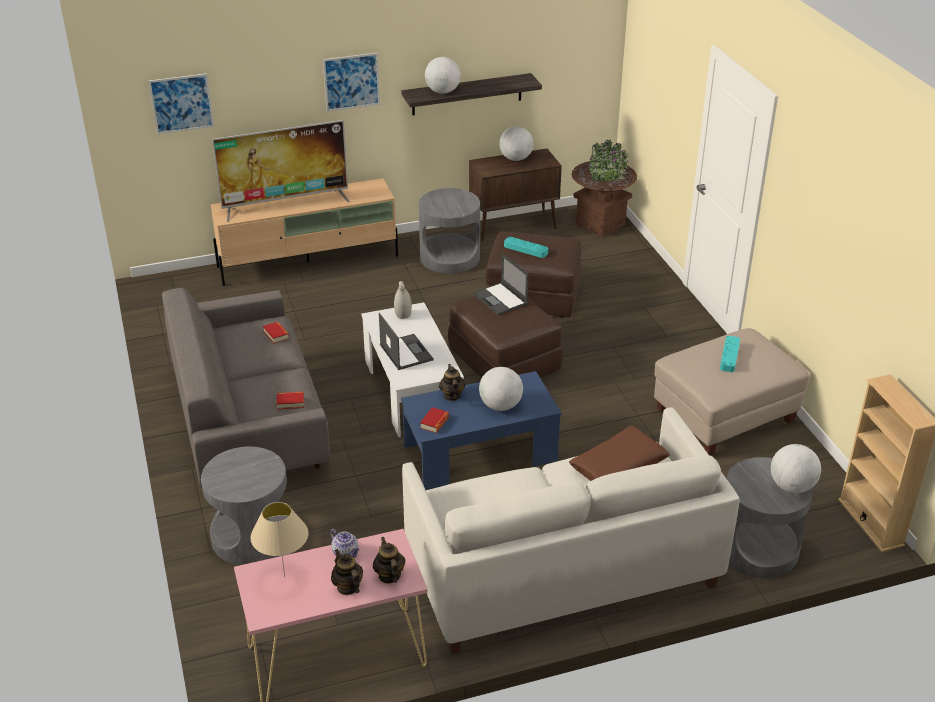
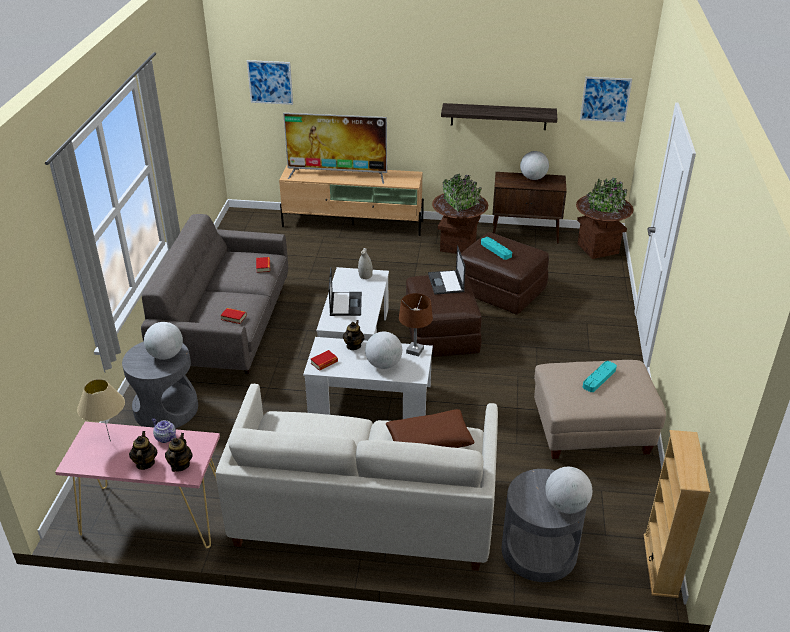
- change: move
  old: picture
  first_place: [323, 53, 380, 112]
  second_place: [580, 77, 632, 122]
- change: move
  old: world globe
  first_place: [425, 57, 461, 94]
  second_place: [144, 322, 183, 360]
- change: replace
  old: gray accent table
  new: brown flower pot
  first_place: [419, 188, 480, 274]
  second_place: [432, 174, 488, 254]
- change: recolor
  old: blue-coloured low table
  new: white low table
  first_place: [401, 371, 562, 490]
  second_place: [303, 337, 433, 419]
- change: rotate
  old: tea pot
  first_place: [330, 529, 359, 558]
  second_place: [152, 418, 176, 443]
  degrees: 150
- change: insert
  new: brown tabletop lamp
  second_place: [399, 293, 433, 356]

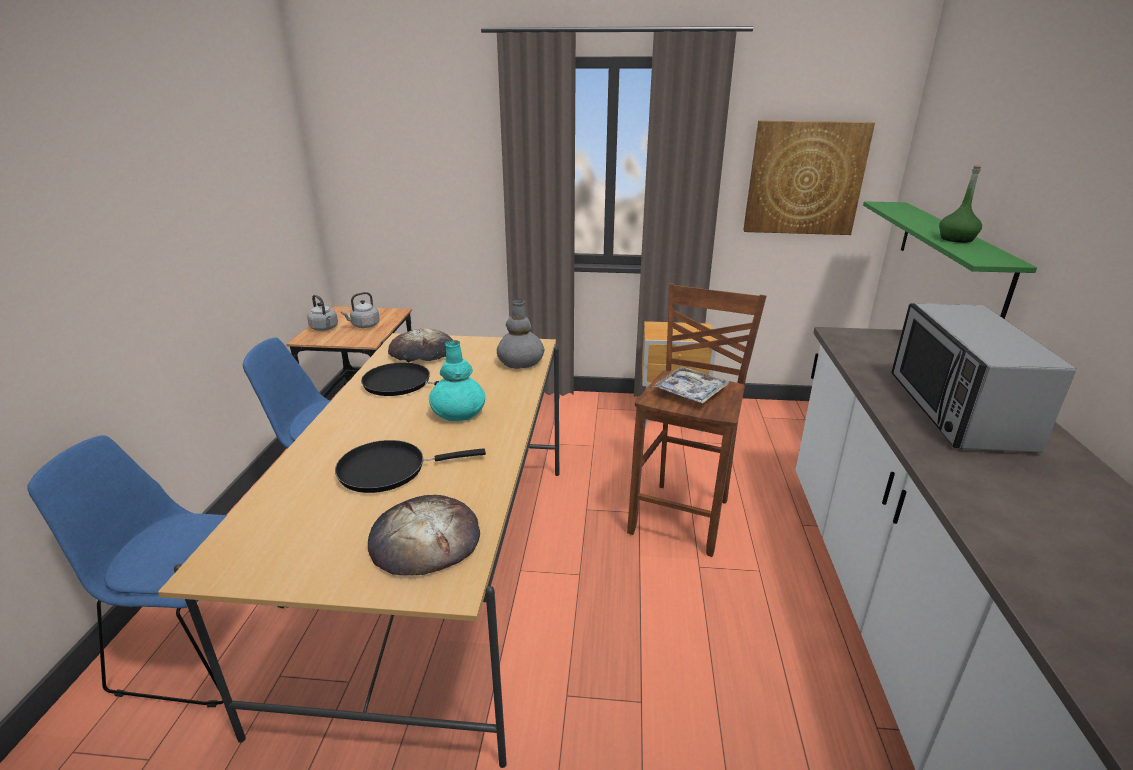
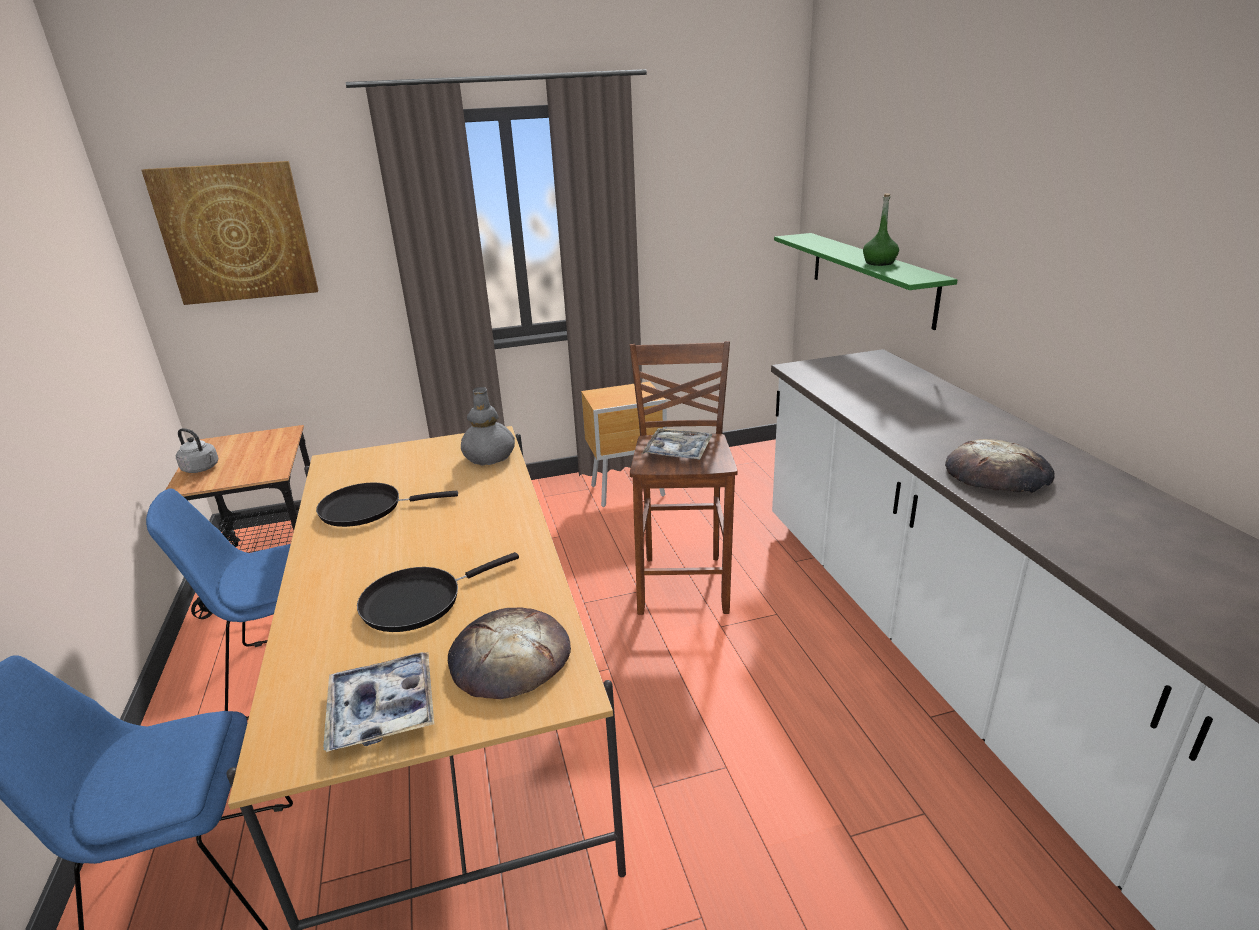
- change: move
  old: picture
  first_place: [743, 120, 875, 235]
  second_place: [141, 161, 319, 305]
- change: delete
  old: gray water kettle
  first_place: [341, 292, 380, 328]
- change: delete
  old: microwave oven
  first_place: [891, 303, 1076, 453]
- change: move
  old: baked bread
  first_place: [388, 328, 453, 362]
  second_place: [945, 439, 1055, 493]
- change: delete
  old: turquoise flower vase
  first_place: [429, 340, 485, 421]
- change: insert
  new: carrying tray
  second_place: [323, 652, 434, 752]

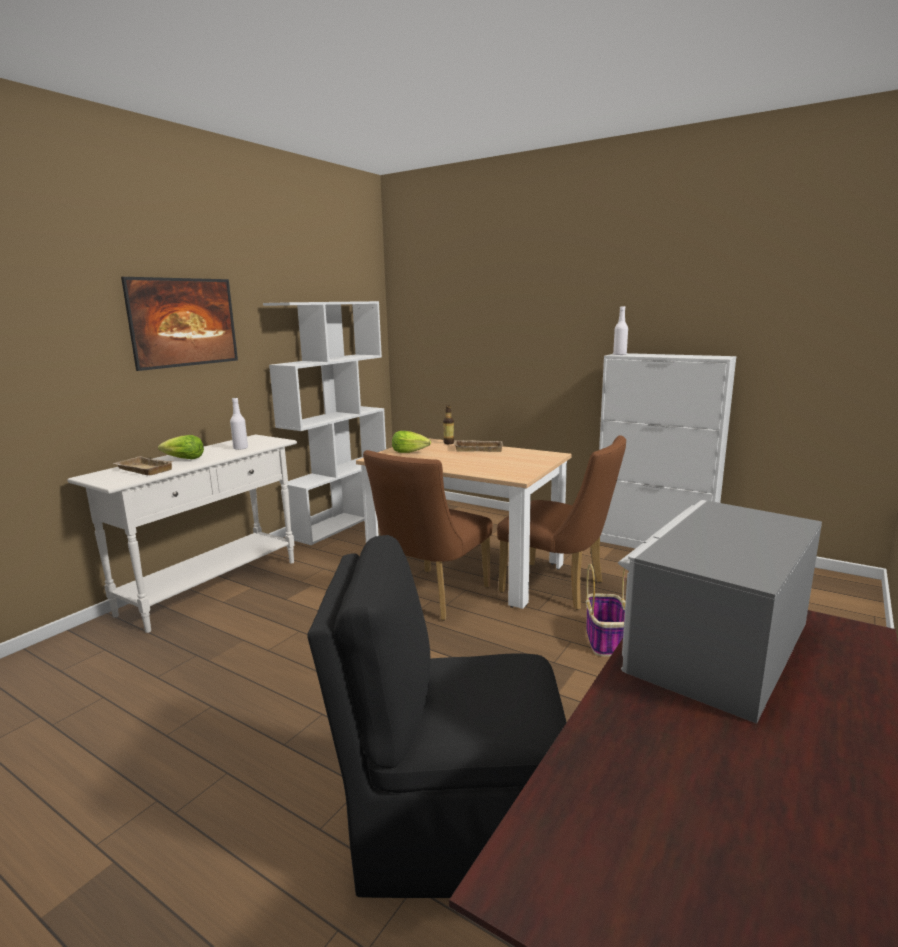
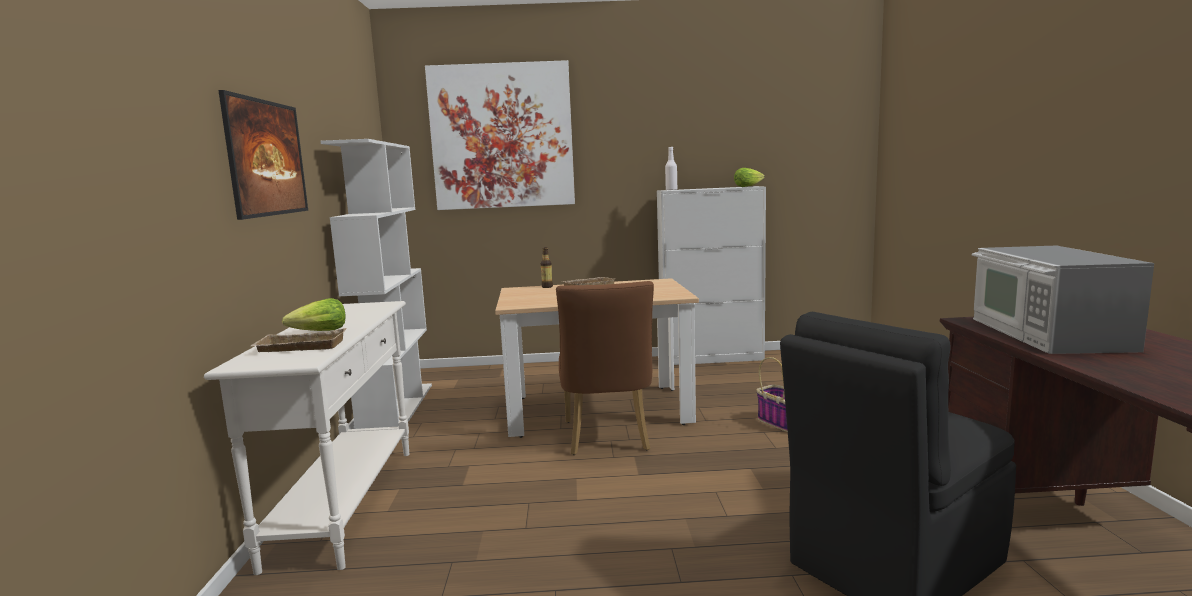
- change: delete
  old: white bottle
  first_place: [230, 398, 248, 450]
- change: move
  old: head of lettuce
  first_place: [392, 431, 431, 453]
  second_place: [734, 168, 765, 187]
- change: delete
  old: brown plain chair
  first_place: [497, 435, 626, 610]
- change: insert
  new: picture
  second_place: [425, 60, 575, 210]

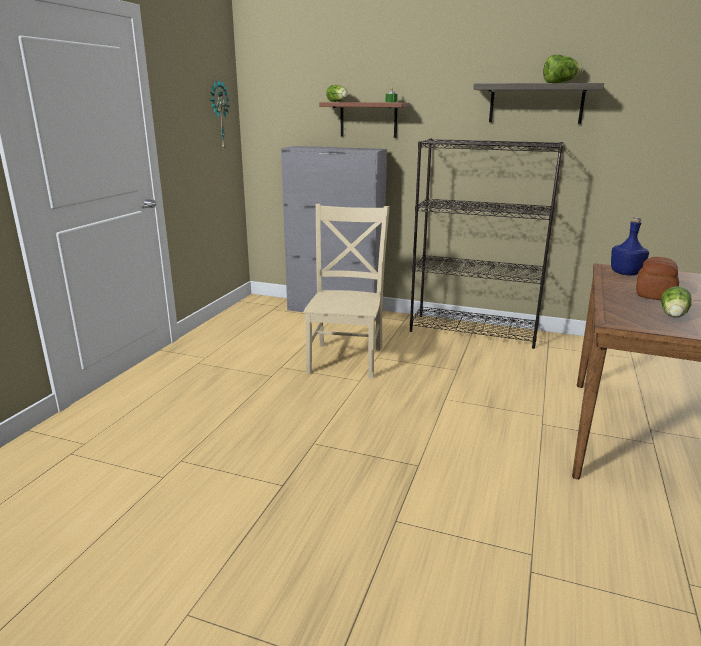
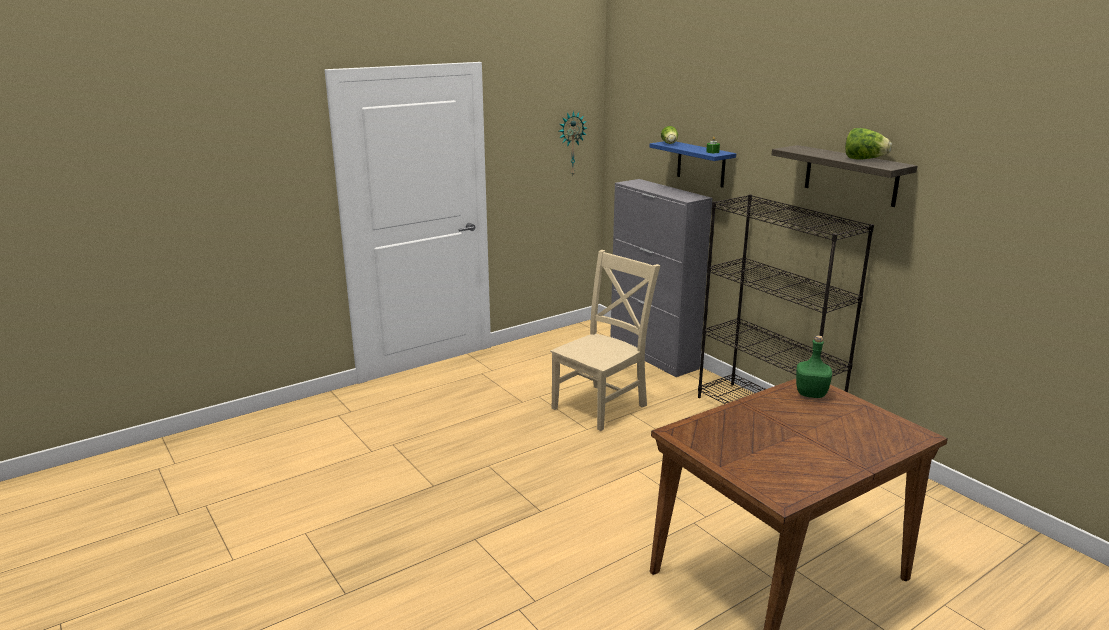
- change: recolor
  old: brown shelf
  new: blue-coloured shelf
  first_place: [319, 102, 410, 138]
  second_place: [650, 142, 736, 188]
- change: recolor
  old: blue-coloured bottle
  new: green-coloured bottle
  first_place: [611, 217, 649, 275]
  second_place: [796, 335, 832, 398]
- change: delete
  old: baked bread
  first_place: [636, 257, 679, 300]
- change: delete
  old: head of lettuce
  first_place: [661, 286, 692, 317]

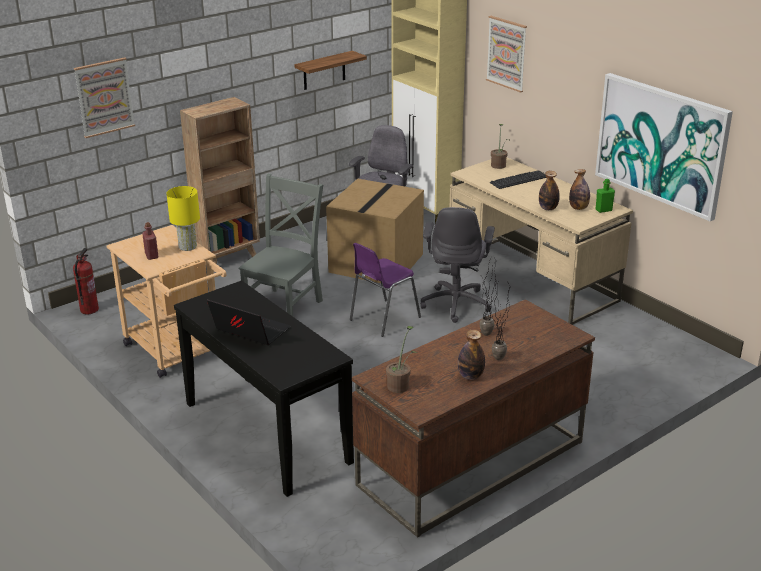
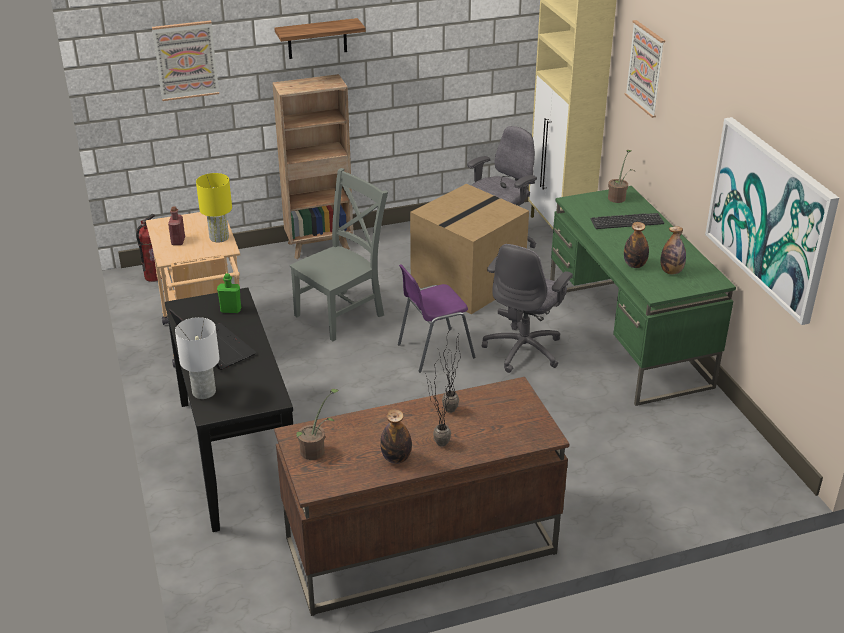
- change: move
  old: shelf
  first_place: [294, 51, 367, 90]
  second_place: [274, 18, 366, 59]
- change: recolor
  old: sand-coloured desk
  new: green-coloured desk
  first_place: [450, 157, 633, 325]
  second_place: [550, 186, 736, 406]
- change: move
  old: green-coloured bottle
  first_place: [595, 179, 615, 213]
  second_place: [217, 273, 241, 313]
- change: insert
  new: white tabletop lamp
  second_place: [175, 317, 220, 399]

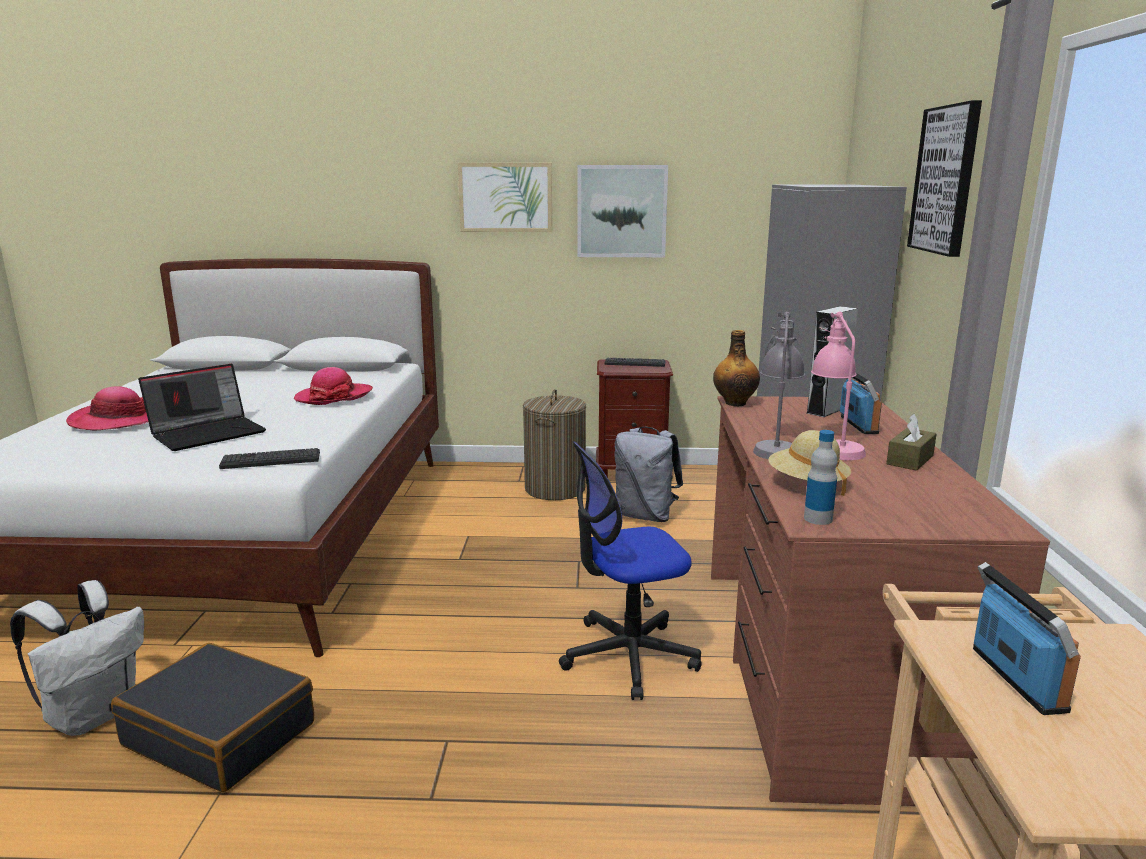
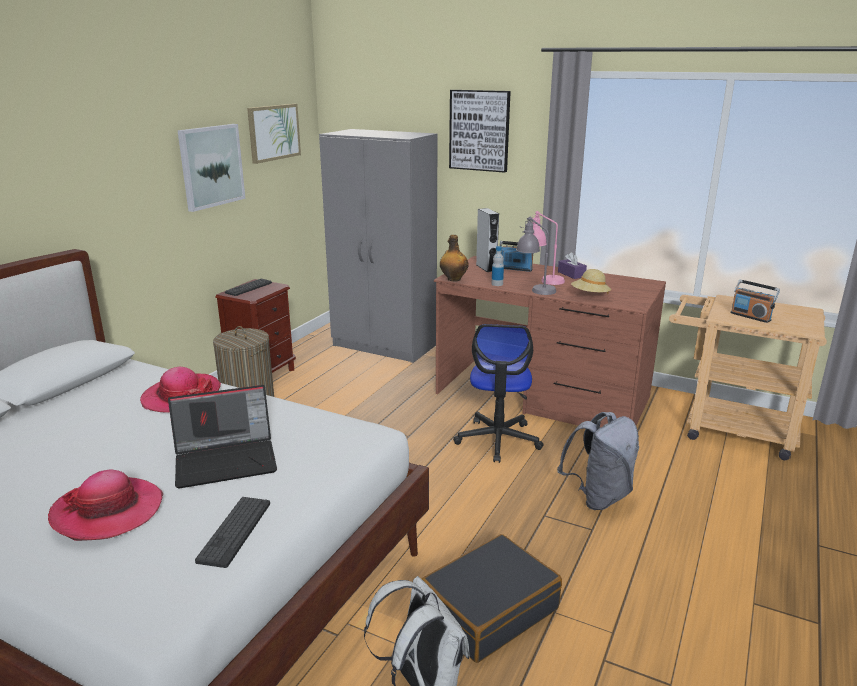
- change: move
  old: picture
  first_place: [458, 163, 552, 232]
  second_place: [247, 104, 301, 164]
- change: rotate
  old: laptop
  first_place: [138, 364, 266, 451]
  second_place: [168, 385, 277, 489]
  degrees: 90
- change: recolor
  old: brown tissue box
  new: purple-coloured tissue box
  first_place: [886, 414, 937, 471]
  second_place: [558, 252, 587, 279]
- change: move
  old: gray backpack
  first_place: [614, 427, 683, 522]
  second_place: [557, 412, 639, 510]
- change: move
  old: bottle
  first_place: [804, 430, 838, 525]
  second_place: [492, 246, 504, 286]
- change: move
  old: keyboard
  first_place: [219, 448, 320, 469]
  second_place: [195, 497, 270, 568]
- change: rotate
  old: radio set
  first_place: [973, 562, 1081, 715]
  second_place: [731, 280, 780, 323]
  degrees: -150

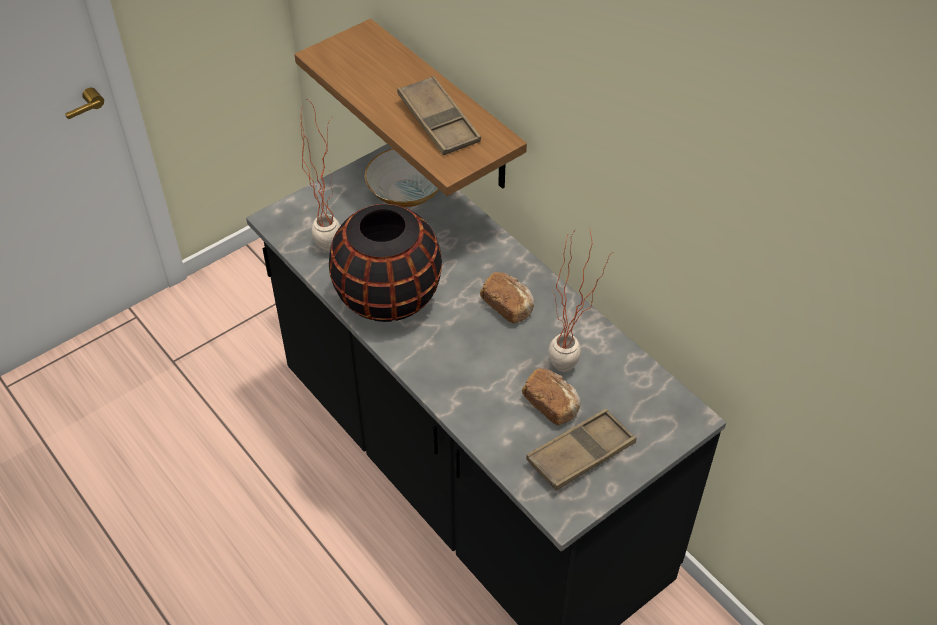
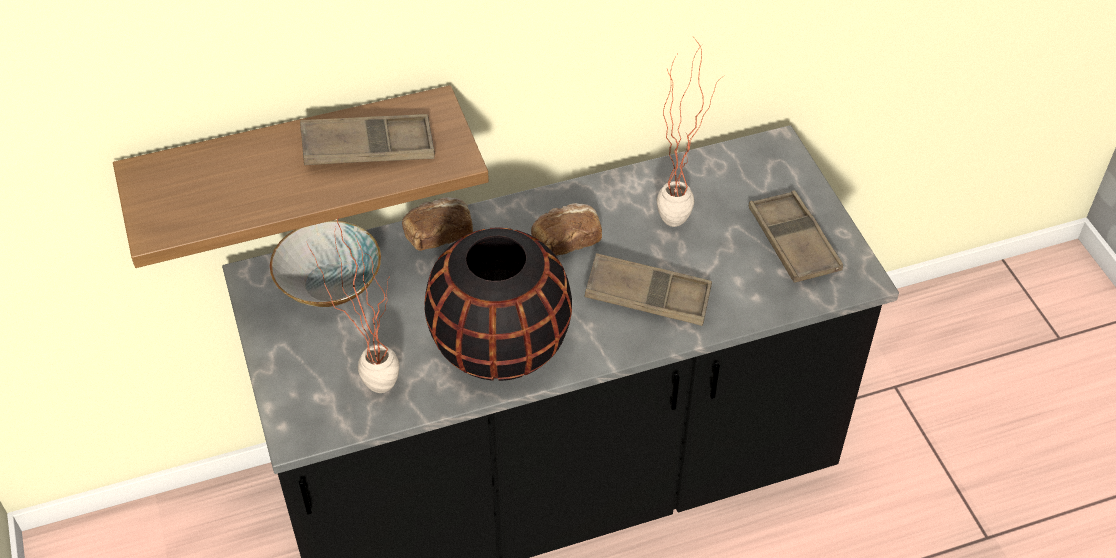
- change: move
  old: baked bread
  first_place: [522, 368, 580, 425]
  second_place: [402, 197, 473, 251]
- change: insert
  new: brown carrying tray
  second_place: [585, 253, 712, 326]

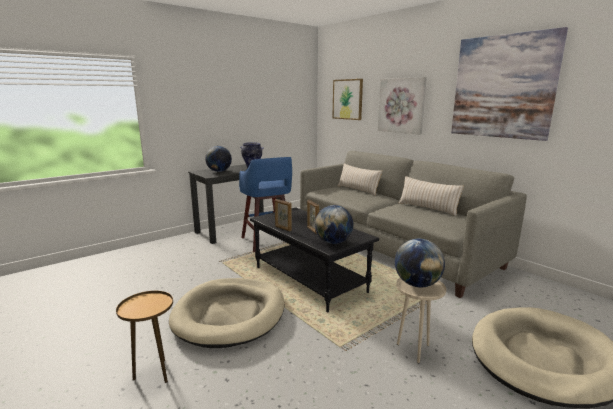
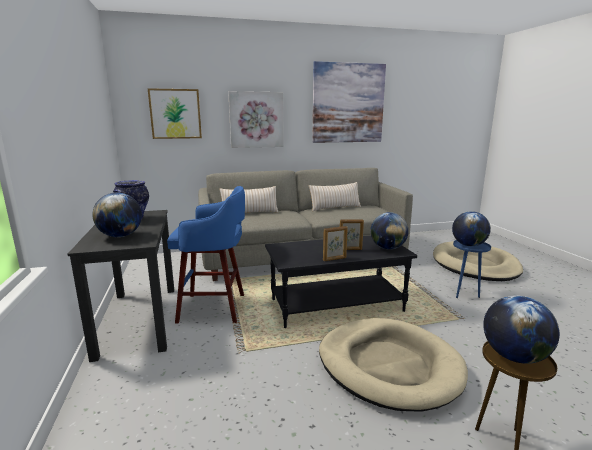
- change: recolor
  old: sand-coloured accent table
  new: blue-coloured accent table
  first_place: [396, 278, 446, 363]
  second_place: [453, 240, 491, 298]
- change: insert
  new: world globe
  second_place: [483, 296, 560, 364]

